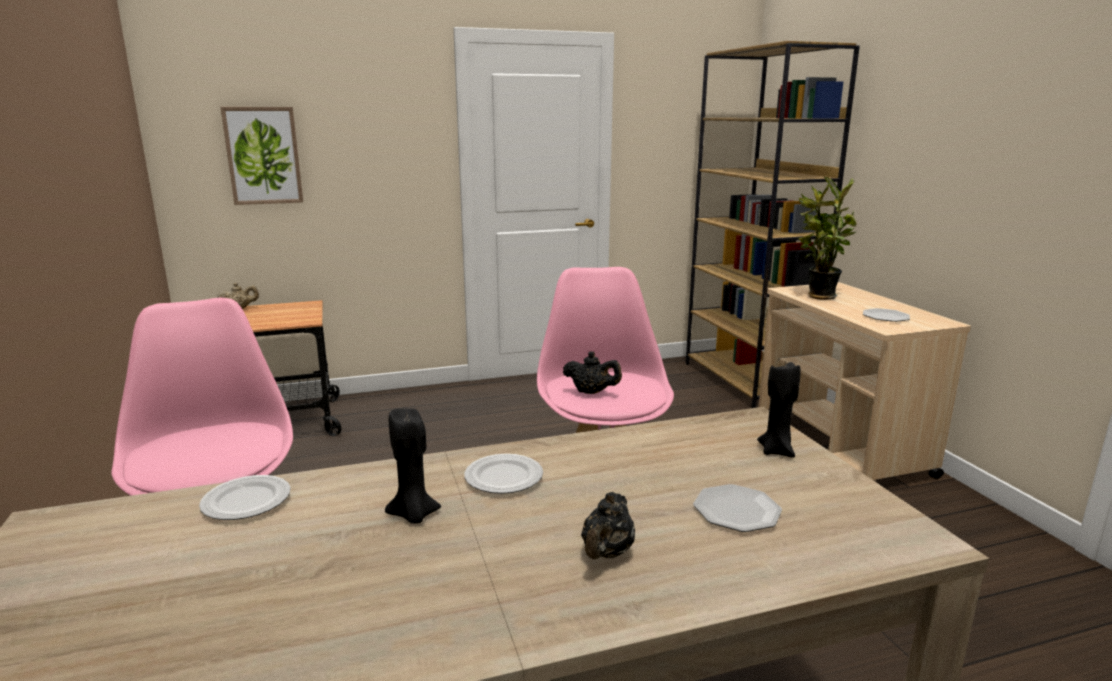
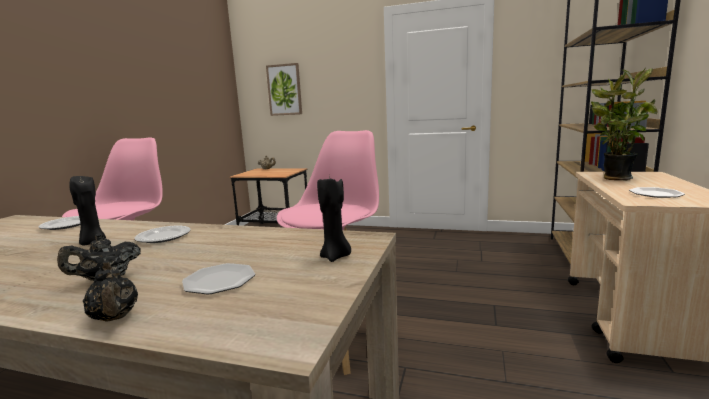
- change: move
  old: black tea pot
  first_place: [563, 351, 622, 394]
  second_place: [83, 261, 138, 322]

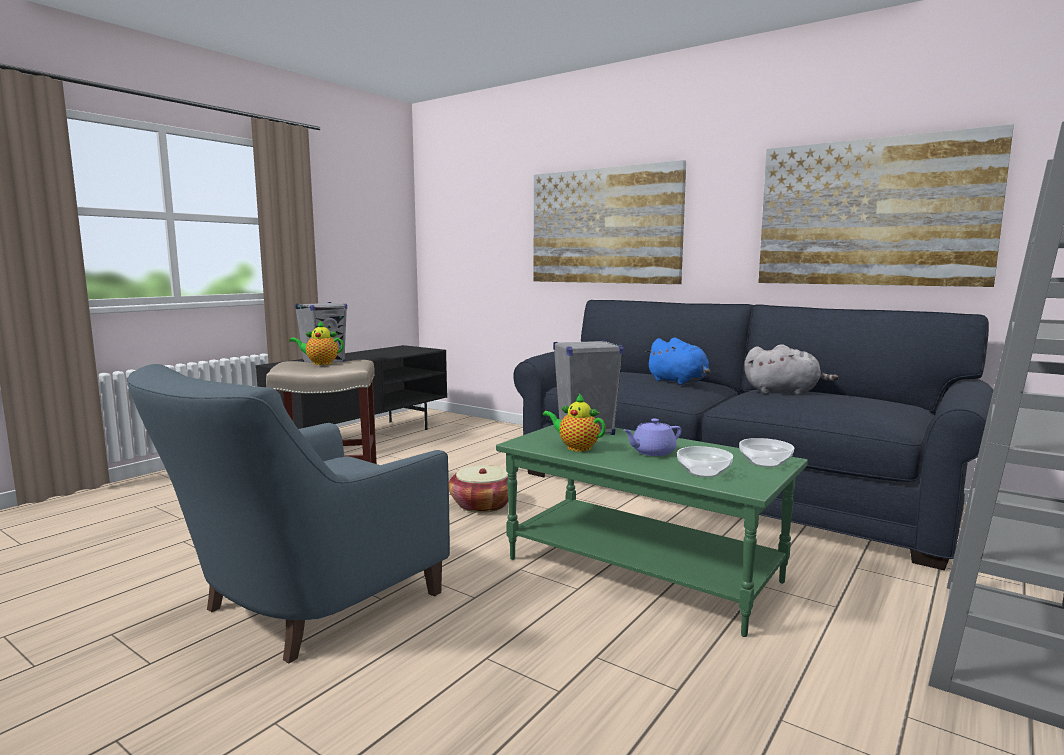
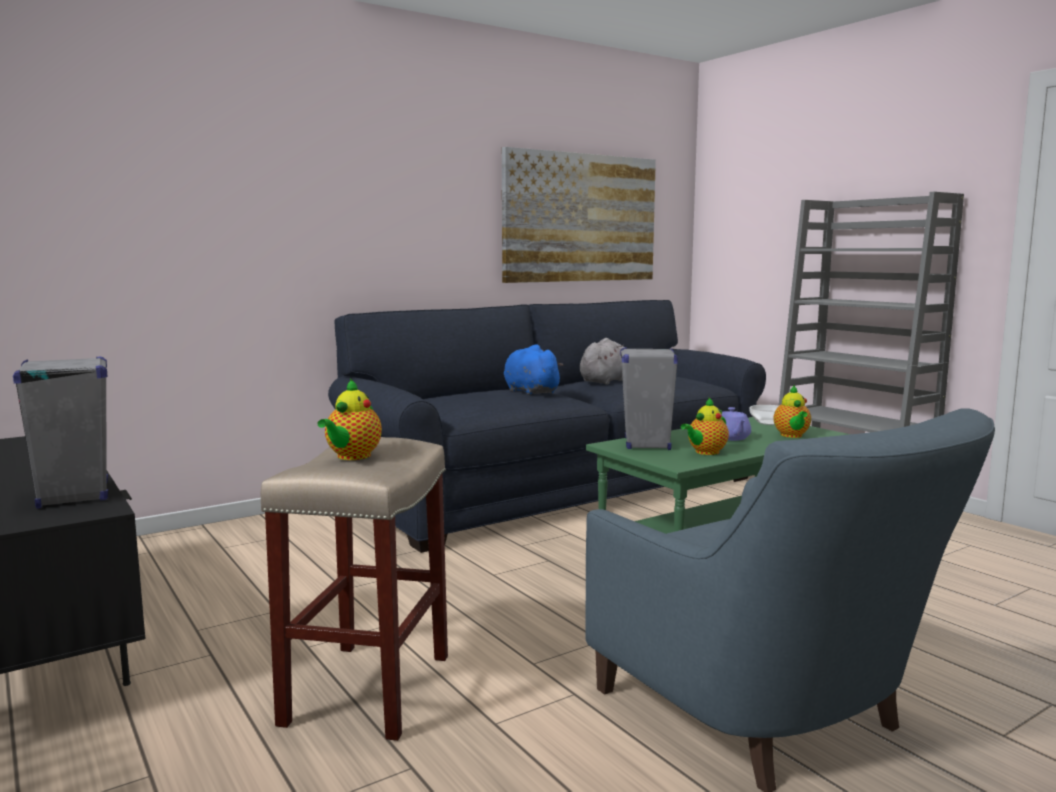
- change: delete
  old: picture
  first_place: [534, 160, 686, 284]
- change: rotate
  old: blue-coloured soft toy
  first_place: [646, 337, 710, 385]
  second_place: [504, 344, 564, 395]
  degrees: -105
- change: replace
  old: bowl
  new: tea pot
  first_place: [677, 446, 733, 477]
  second_place: [774, 385, 811, 438]
- change: delete
  old: basket
  first_place: [449, 465, 508, 513]

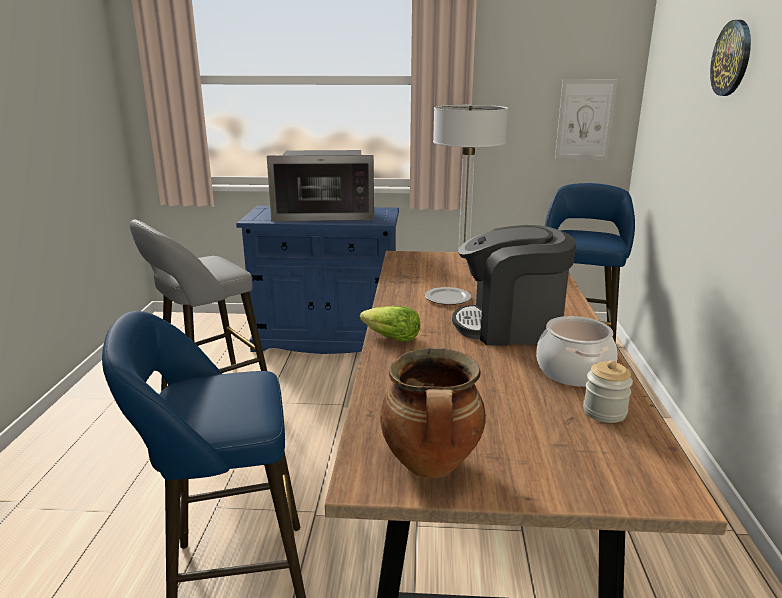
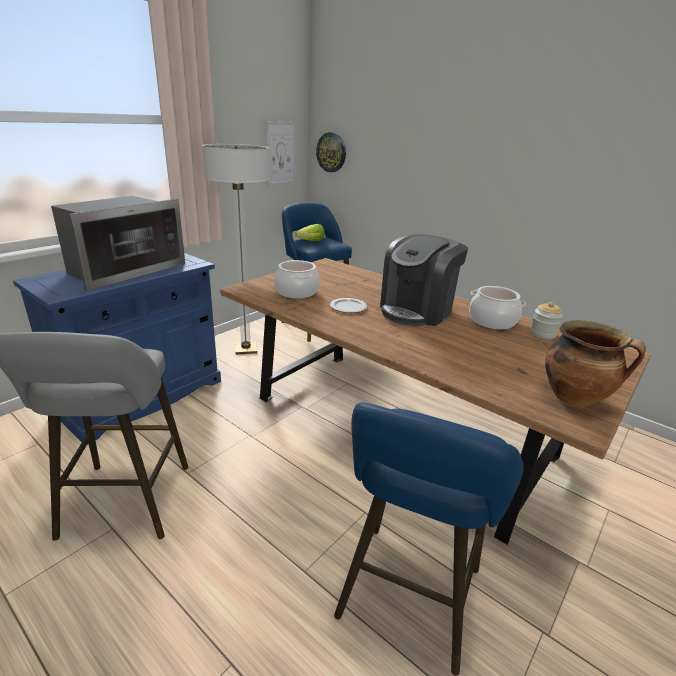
- change: move
  old: hanging clock
  first_place: [710, 20, 751, 96]
  second_place: [316, 132, 346, 172]
- change: move
  old: head of lettuce
  first_place: [360, 306, 420, 342]
  second_place: [295, 224, 325, 241]
- change: insert
  new: stockpot
  second_place: [274, 260, 320, 298]

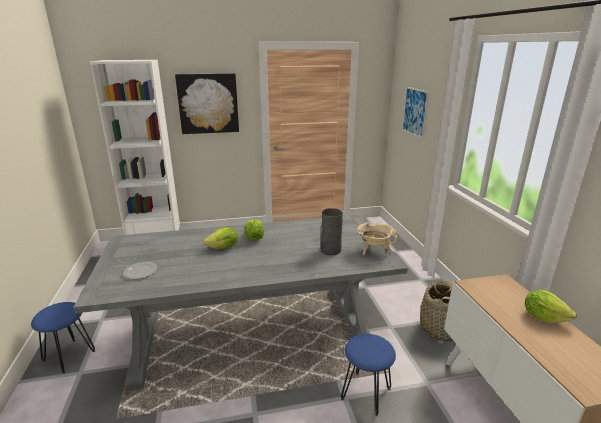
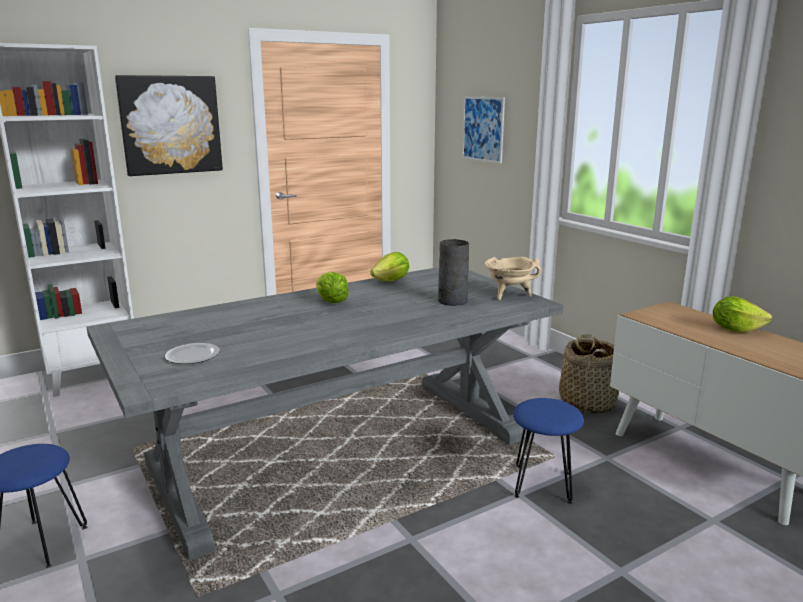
- change: move
  old: head of lettuce
  first_place: [203, 227, 238, 249]
  second_place: [370, 252, 409, 281]

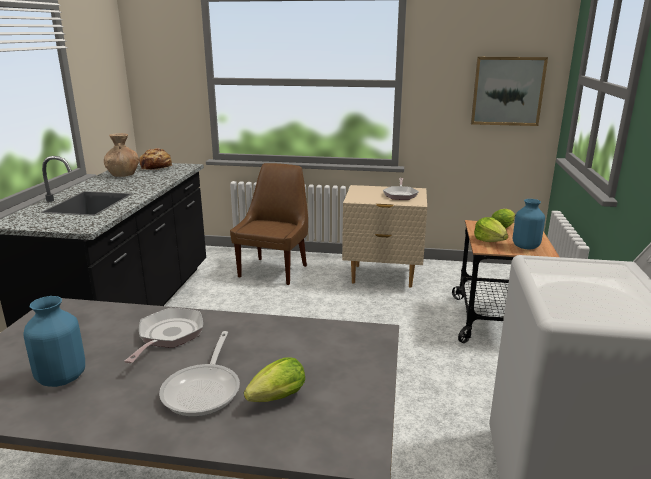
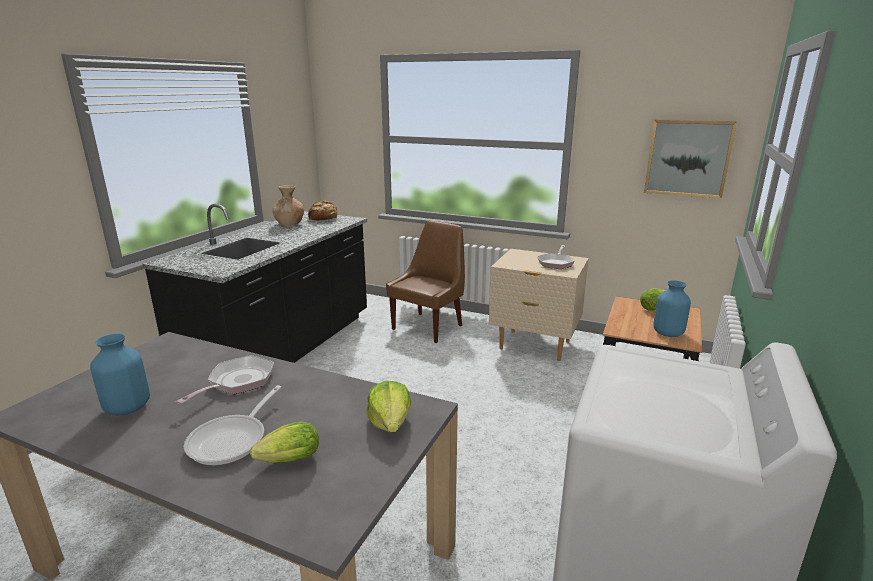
- change: move
  old: head of lettuce
  first_place: [474, 217, 508, 242]
  second_place: [366, 381, 411, 432]

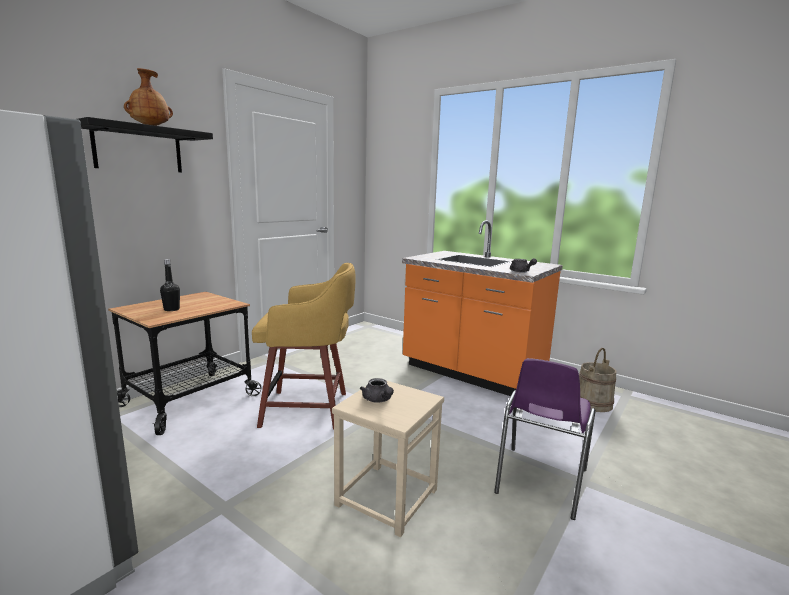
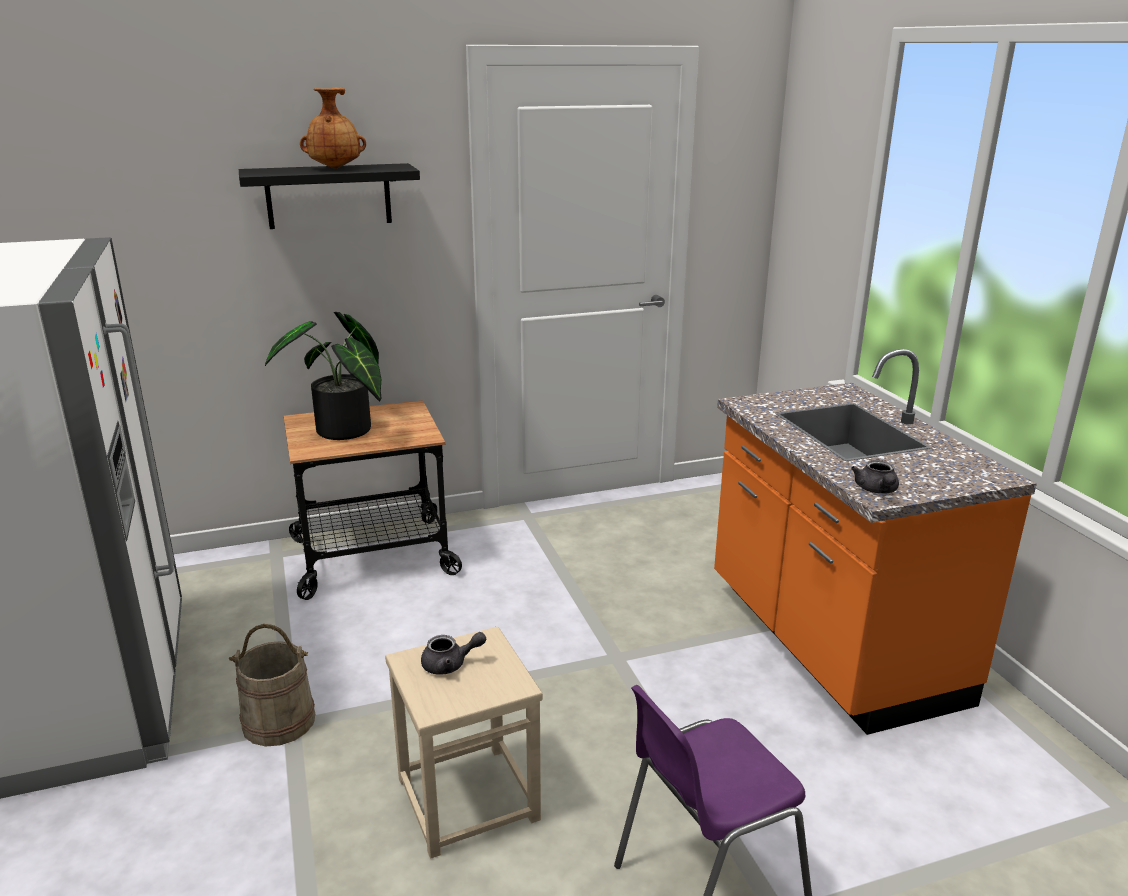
- change: replace
  old: black bottle
  new: houseplant
  first_place: [160, 259, 180, 311]
  second_place: [265, 312, 381, 440]
- change: delete
  old: yellow stool
  first_place: [252, 263, 356, 430]
- change: move
  old: sand-coloured water bucket
  first_place: [579, 348, 616, 412]
  second_place: [229, 624, 315, 747]
- change: rotate
  old: gray tea pot
  first_place: [360, 378, 394, 402]
  second_place: [421, 632, 486, 675]
  degrees: -105

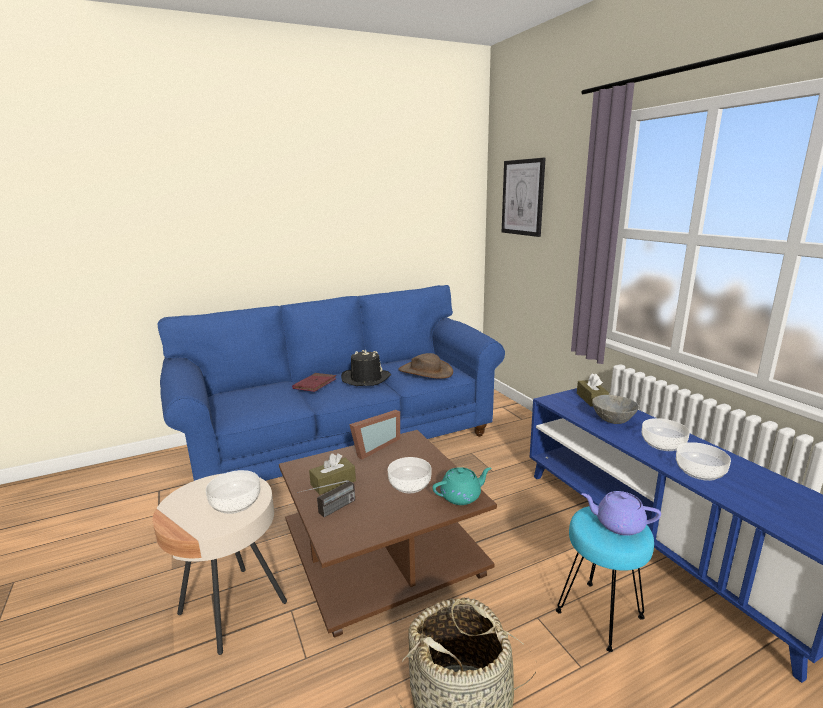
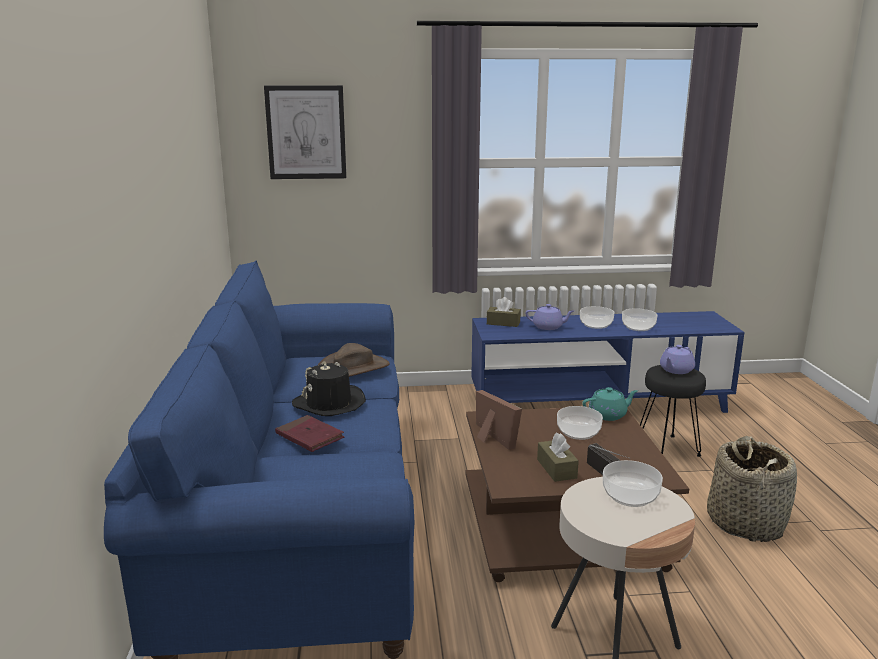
- change: replace
  old: gray bowl
  new: purple-coloured tea pot
  first_place: [592, 395, 639, 424]
  second_place: [525, 304, 574, 330]
- change: rotate
  old: turquoise tea pot
  first_place: [432, 467, 491, 505]
  second_place: [582, 387, 638, 421]
  degrees: 75
- change: recolor
  old: turquoise stool
  new: black stool
  first_place: [556, 505, 654, 652]
  second_place: [640, 365, 706, 457]

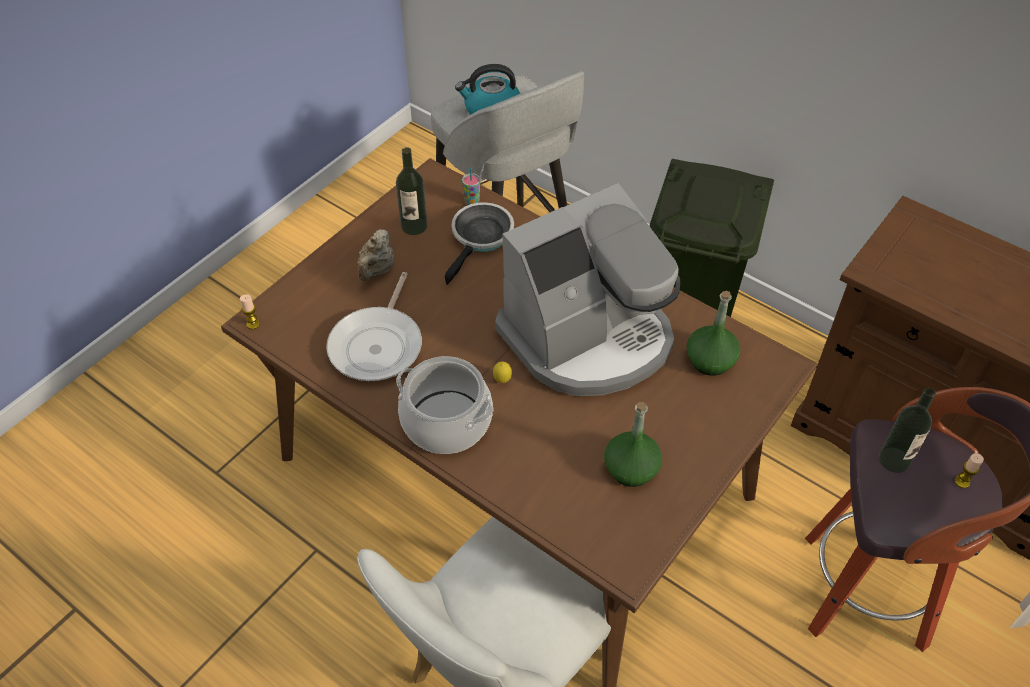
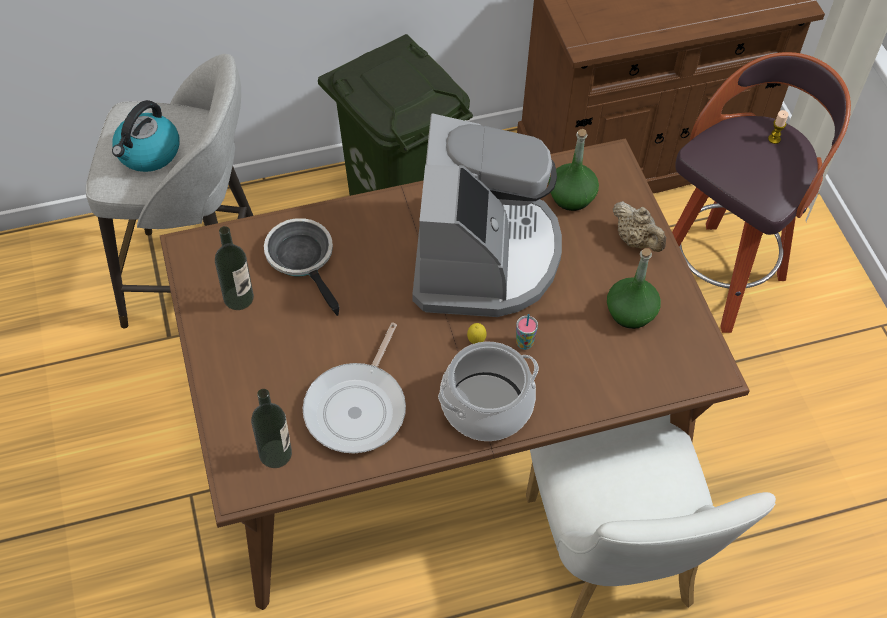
- change: move
  old: cup
  first_place: [462, 168, 480, 205]
  second_place: [516, 314, 538, 350]
- change: move
  old: sand-coloured tea pot
  first_place: [357, 229, 394, 281]
  second_place: [613, 201, 666, 252]
- change: rotate
  old: pan
  first_place: [326, 272, 422, 381]
  second_place: [303, 322, 406, 453]
  degrees: 60
- change: delete
  old: wax light
  first_place: [240, 294, 260, 329]
- change: move
  old: bottle
  first_place: [879, 388, 936, 473]
  second_place: [251, 389, 292, 468]

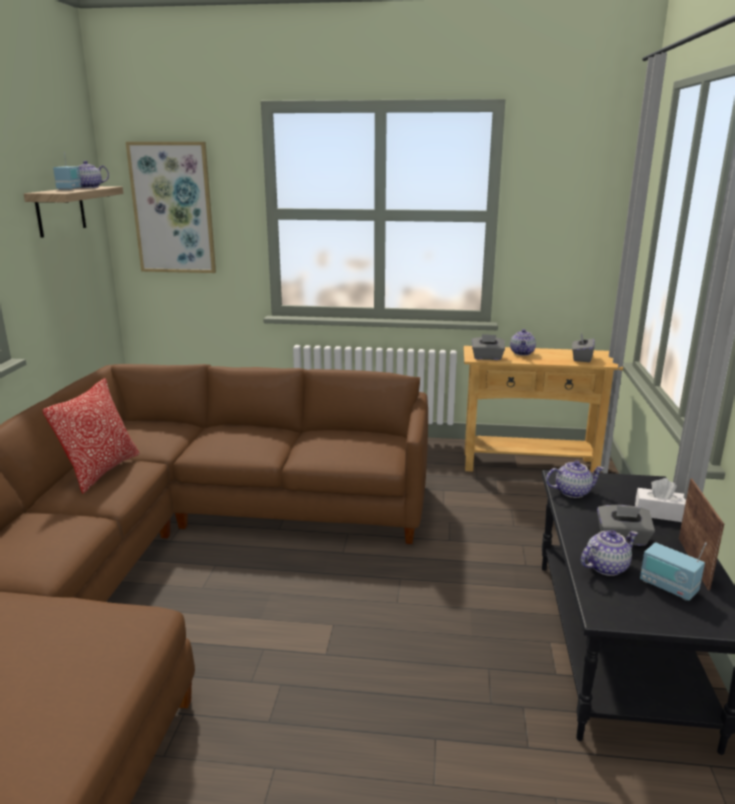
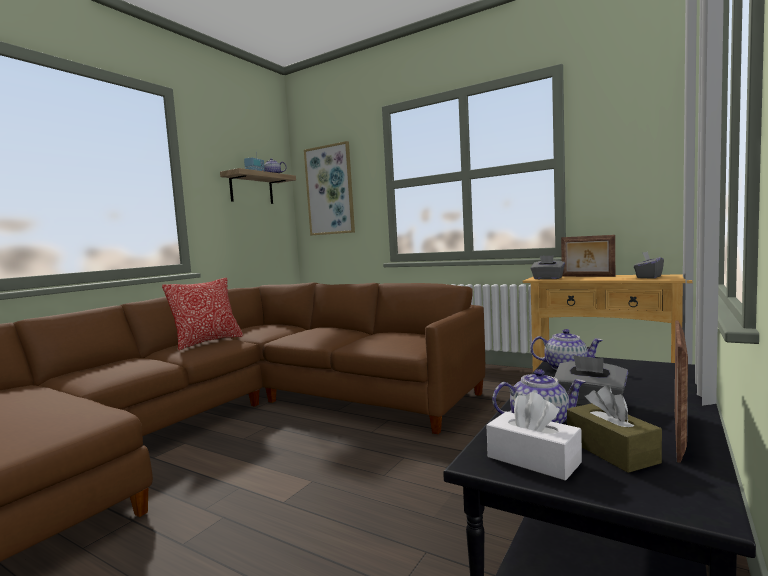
- change: replace
  old: tea pot
  new: picture frame
  first_place: [510, 329, 536, 355]
  second_place: [561, 235, 615, 277]
- change: move
  old: white tissue box
  first_place: [635, 478, 686, 522]
  second_place: [486, 392, 582, 481]
- change: replace
  old: radio set
  new: brown tissue box
  first_place: [640, 542, 707, 601]
  second_place: [567, 385, 662, 473]

